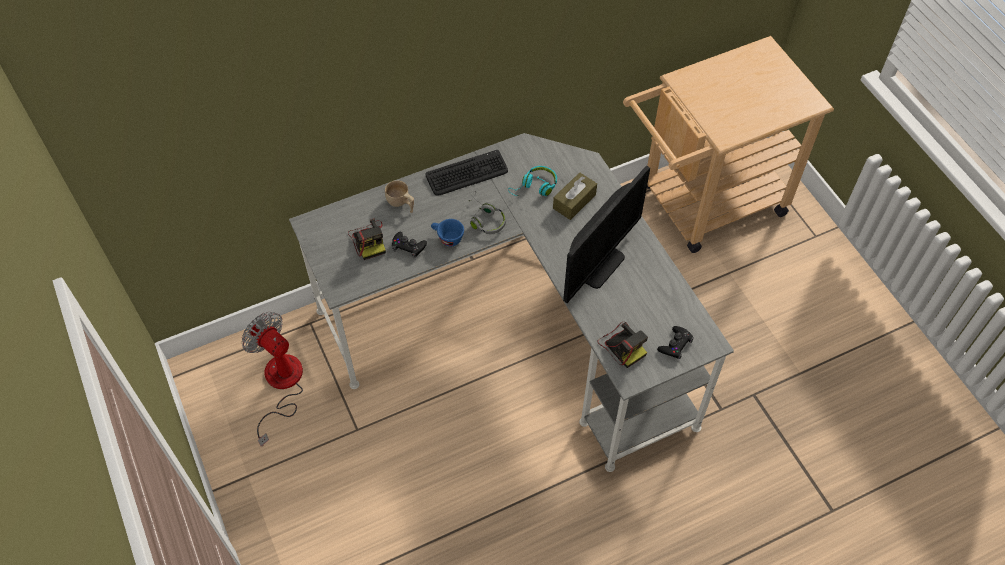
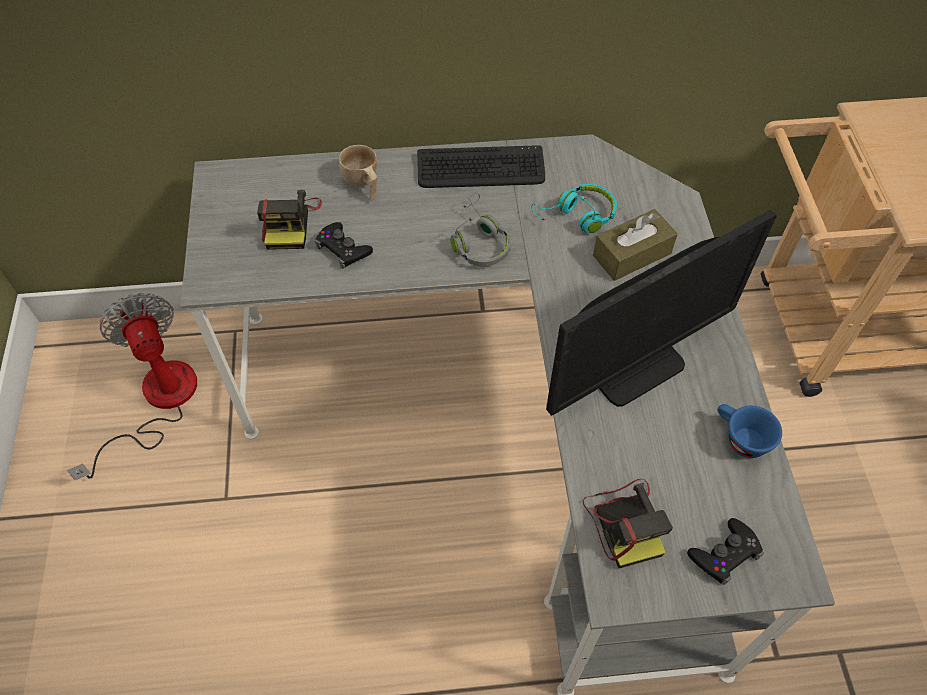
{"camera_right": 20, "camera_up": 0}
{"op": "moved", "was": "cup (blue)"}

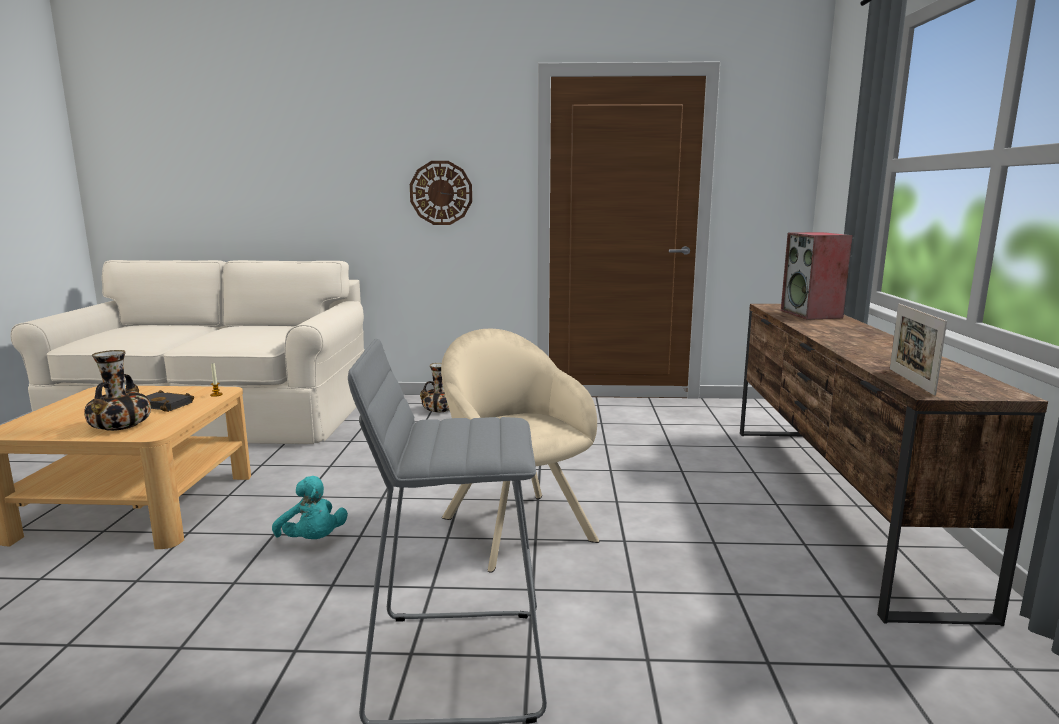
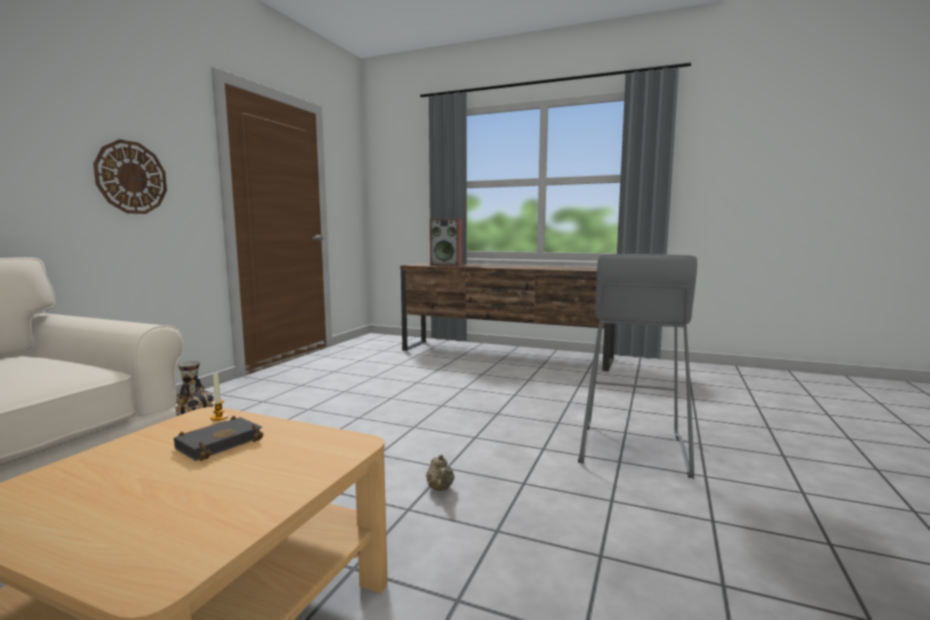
{"camera_right": -70, "camera_up": -5}
{"op": "removed", "was": "picture frame"}
{"op": "removed", "was": "armchair (beige)"}
{"op": "removed", "was": "vase (1st from left)"}
{"op": "replaced", "was": "plush toy (turquoise)", "now": "teapot (beige)"}

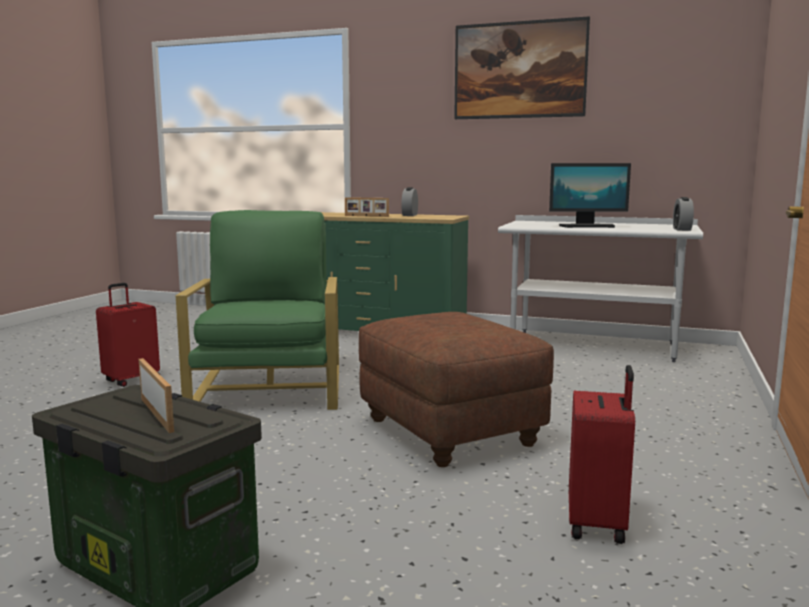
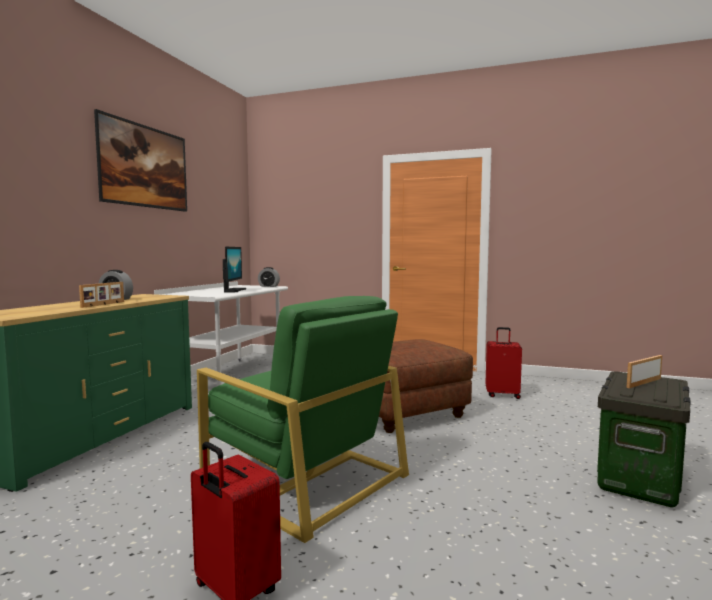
{"camera_right": -90, "camera_up": -5}
{"op": "turned", "was": "armchair (green)", "clockwise": -135}

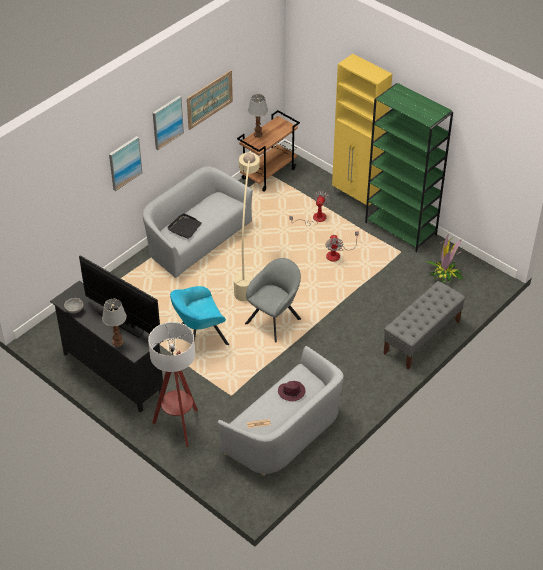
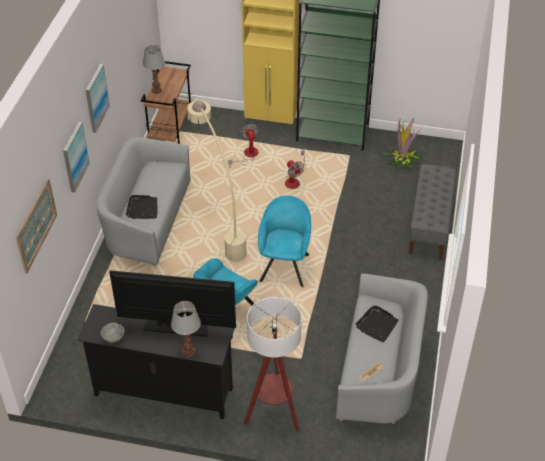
{"camera_right": -30, "camera_up": 0}
{"op": "moved", "was": "picture (3rd from left in the first image)", "now": "picture (1st from left)"}
{"op": "recoloured", "was": "armchair (grey)", "now": "armchair (turquoise) (2nd from left)"}
{"op": "replaced", "was": "hat (purple)", "now": "tray (black) (2nd from left)"}

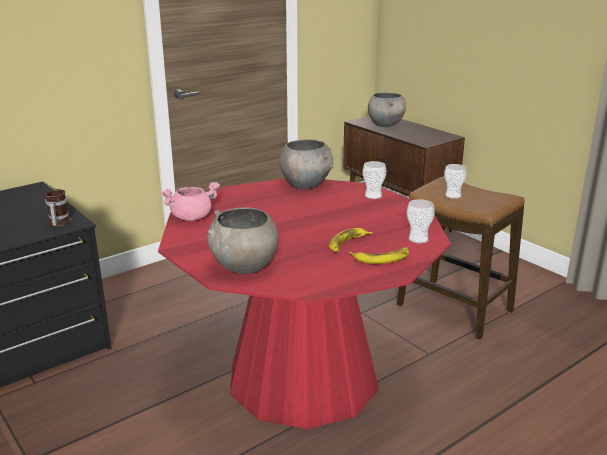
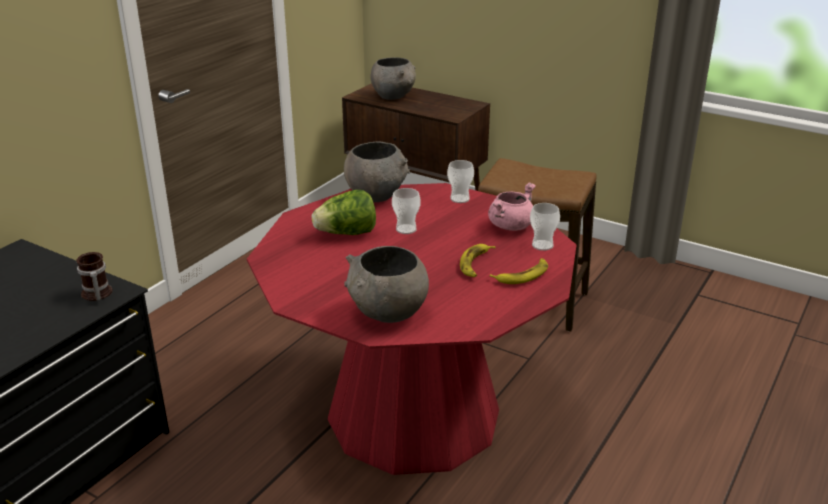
{"camera_right": -20, "camera_up": 5}
{"op": "moved", "was": "cup (3rd from left in the first image)", "now": "cup (1st from left)"}
{"op": "moved", "was": "cooking pot (pink)"}
{"op": "added", "now": "lettuce"}

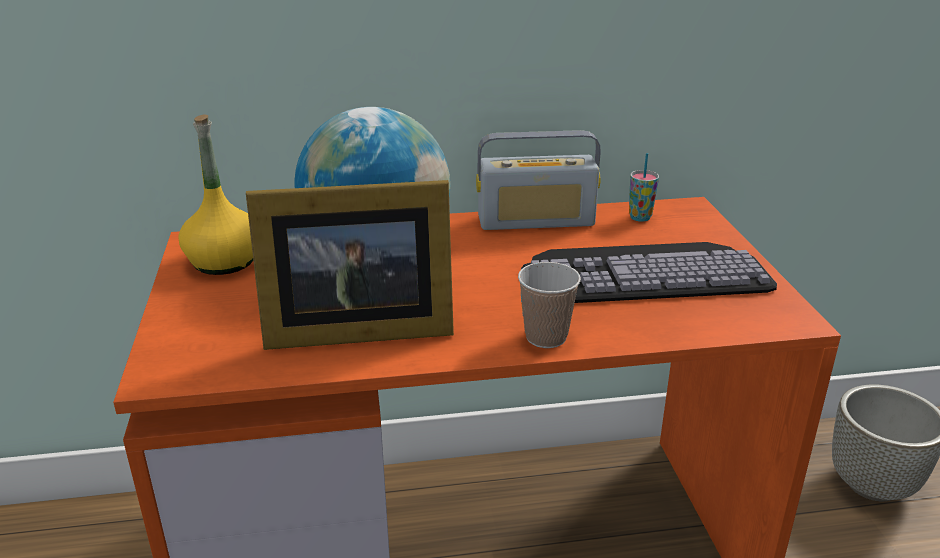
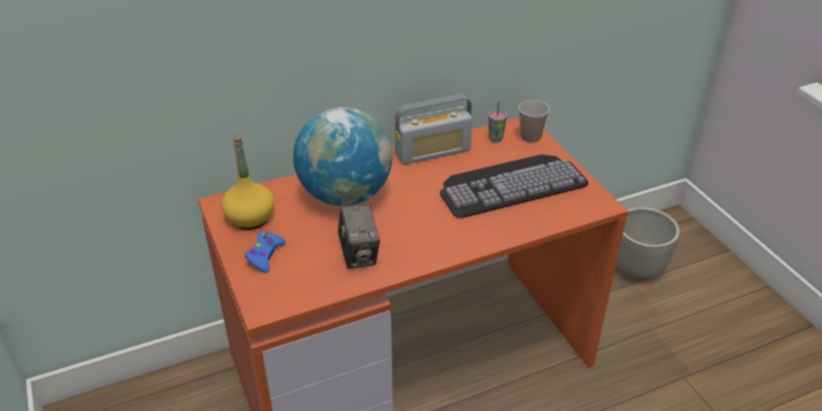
{"camera_right": -15, "camera_up": 10}
{"op": "replaced", "was": "picture frame", "now": "photo camera"}
{"op": "moved", "was": "cup (1st from left in the first image)", "now": "cup (2nd from left)"}
{"op": "added", "now": "game controller (blue)"}

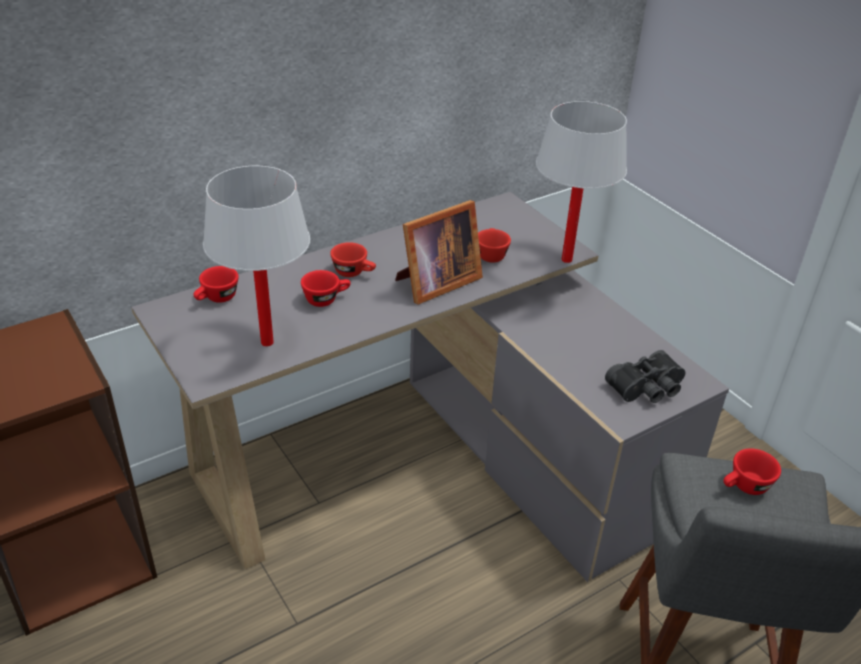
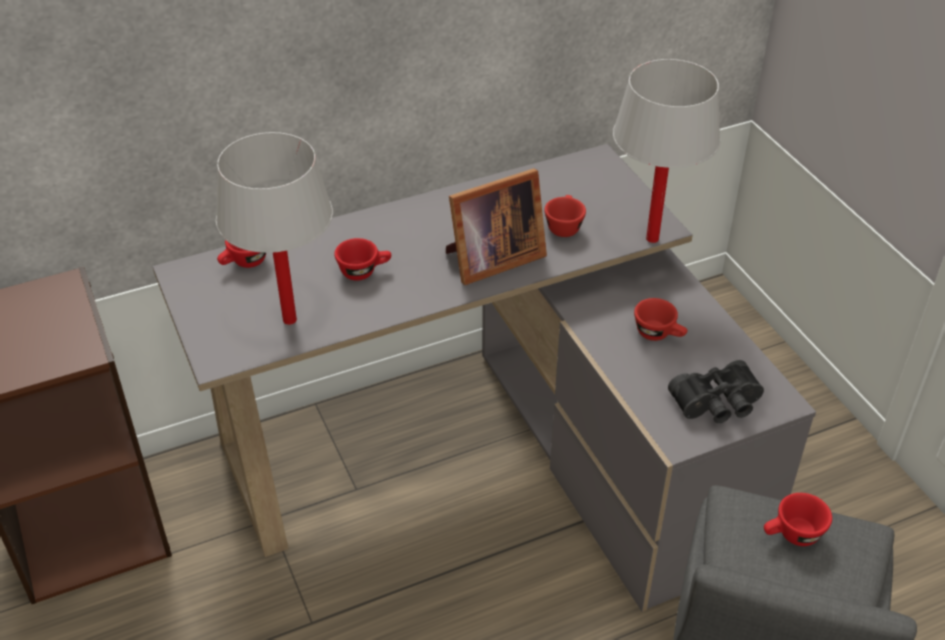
{"camera_right": 10, "camera_up": 5}
{"op": "moved", "was": "cup (red) (3rd from left in the first image)", "now": "cup (red) (4th from left)"}

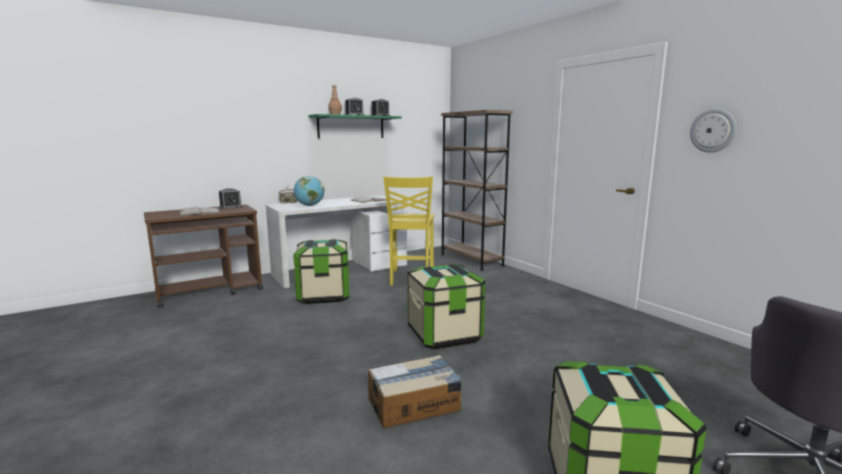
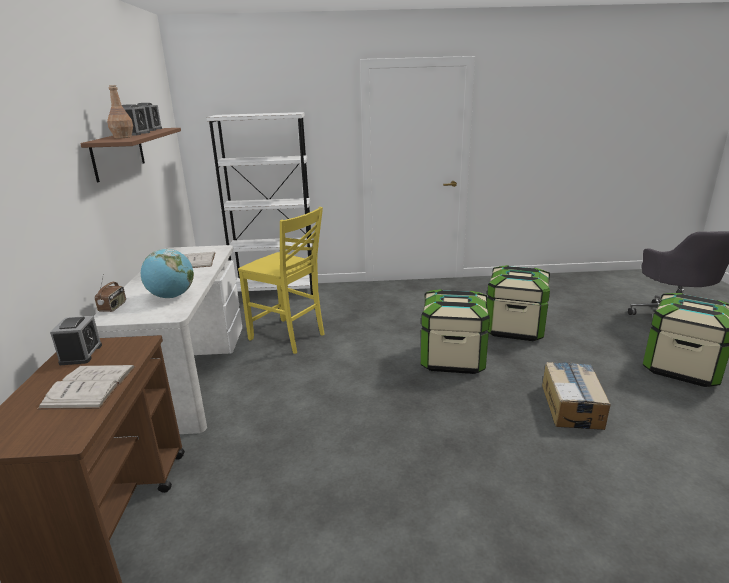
{"camera_right": -60, "camera_up": 10}
{"op": "removed", "was": "wall clock"}
{"op": "recoloured", "was": "bookcase (brown)", "now": "bookcase (white)"}
{"op": "recoloured", "was": "shelf (green)", "now": "shelf (brown)"}
{"op": "moved", "was": "storage box (1st from left in the first image)", "now": "storage box (2nd from left)"}

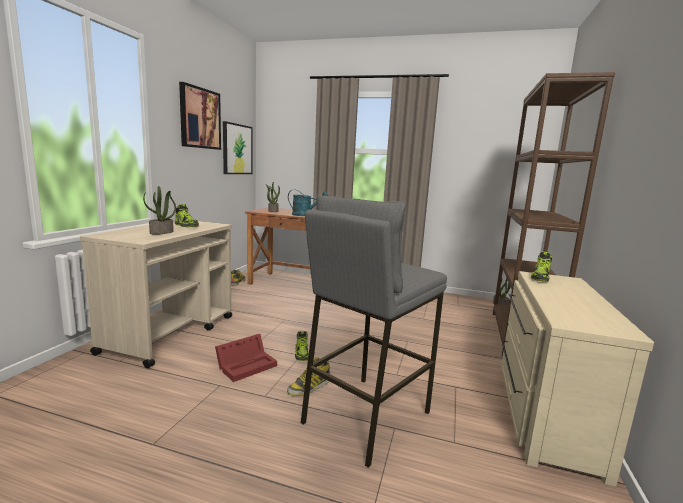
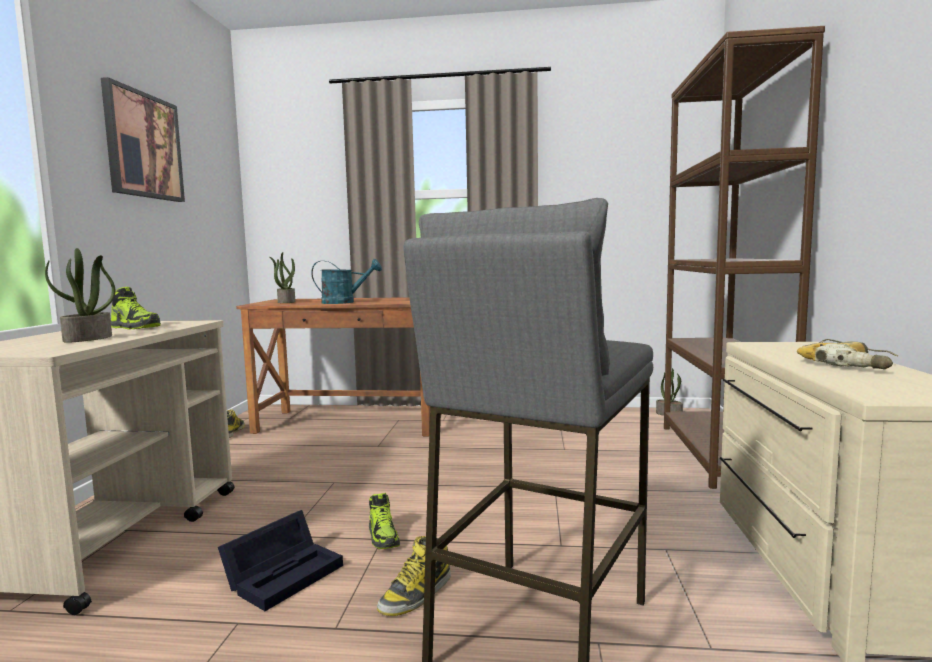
{"camera_right": -10, "camera_up": -5}
{"op": "removed", "was": "picture (2nd from left)"}
{"op": "removed", "was": "shoe (3rd from left)"}
{"op": "recoloured", "was": "storage box (red)", "now": "storage box (black)"}
{"op": "added", "now": "power drill"}

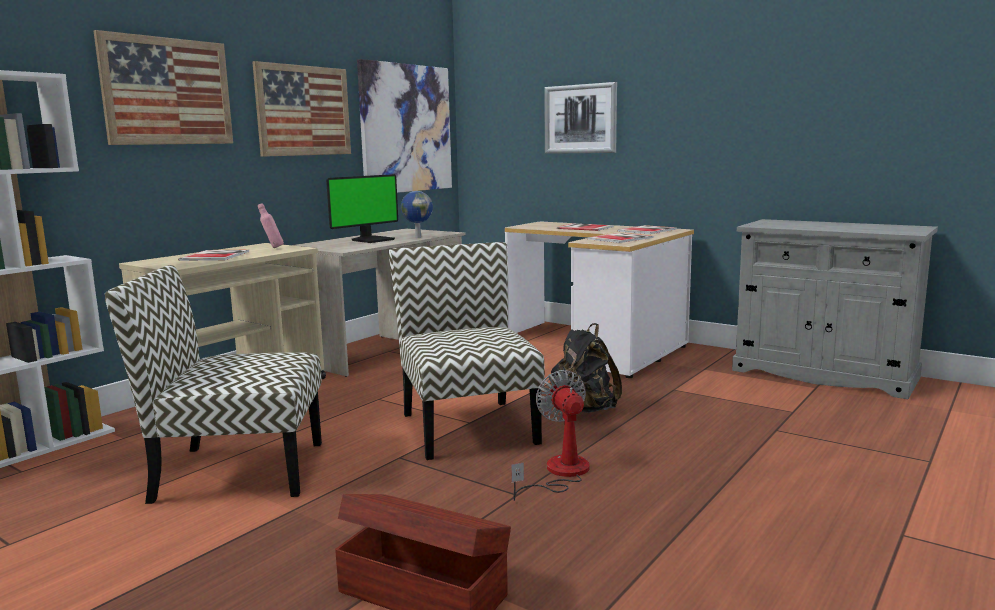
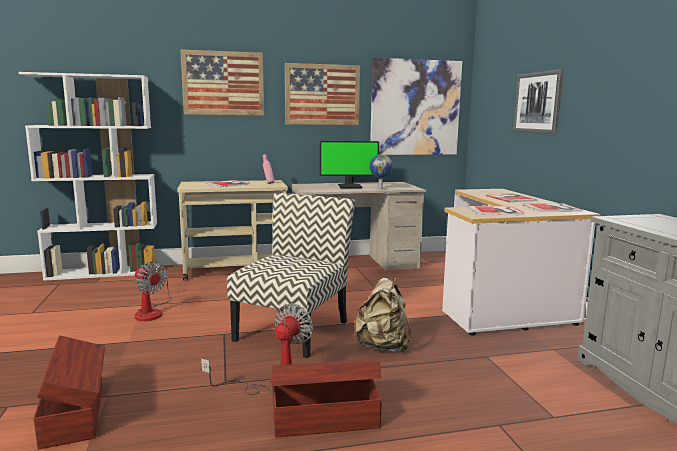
{"camera_right": 40, "camera_up": 0}
{"op": "replaced", "was": "chair (1st from left)", "now": "fan (1st from left)"}
{"op": "recoloured", "was": "backpack (black)", "now": "backpack (beige)"}
{"op": "added", "now": "storage box (brown) (2nd from left)"}

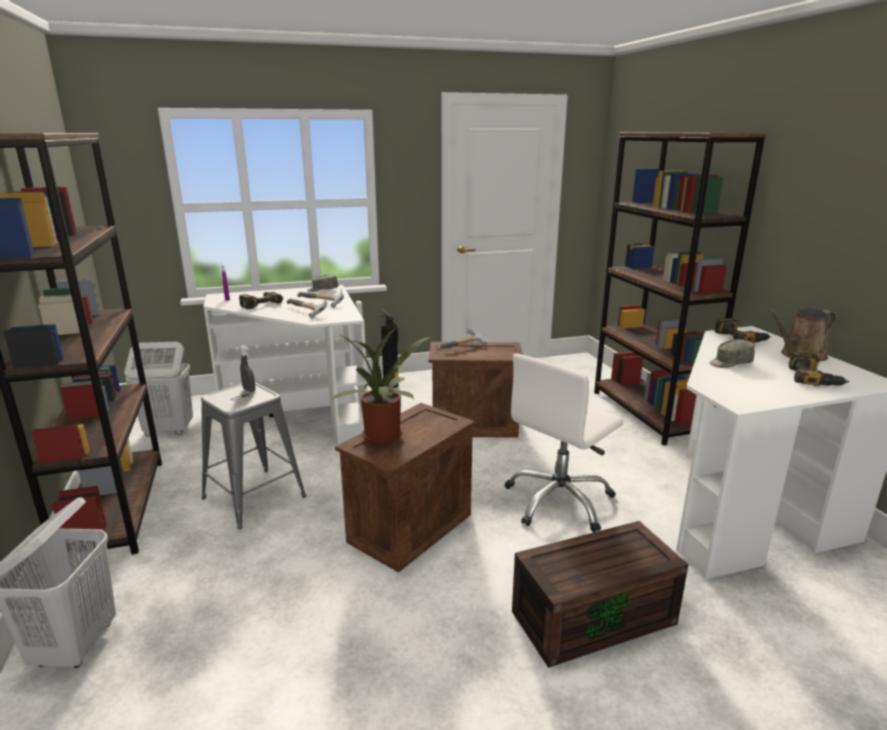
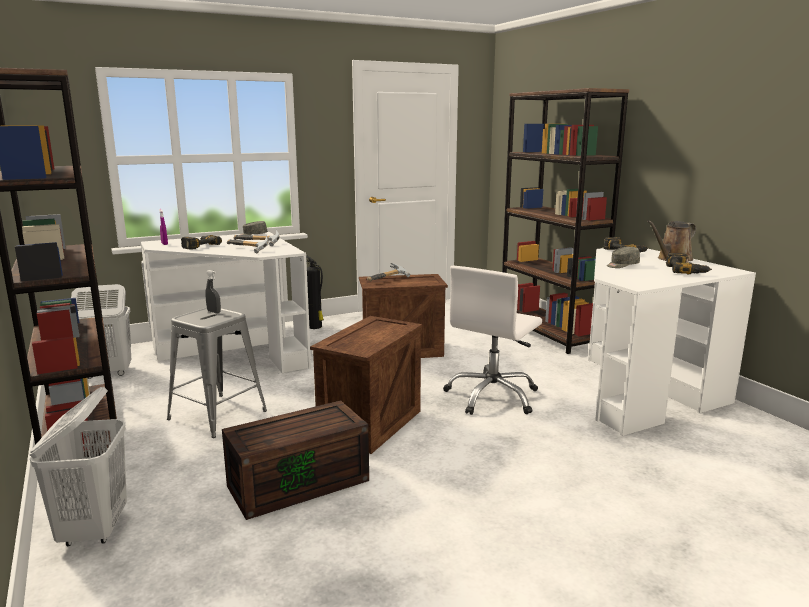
{"camera_right": -10, "camera_up": -5}
{"op": "removed", "was": "potted plant"}
{"op": "moved", "was": "storage box (brown)"}

